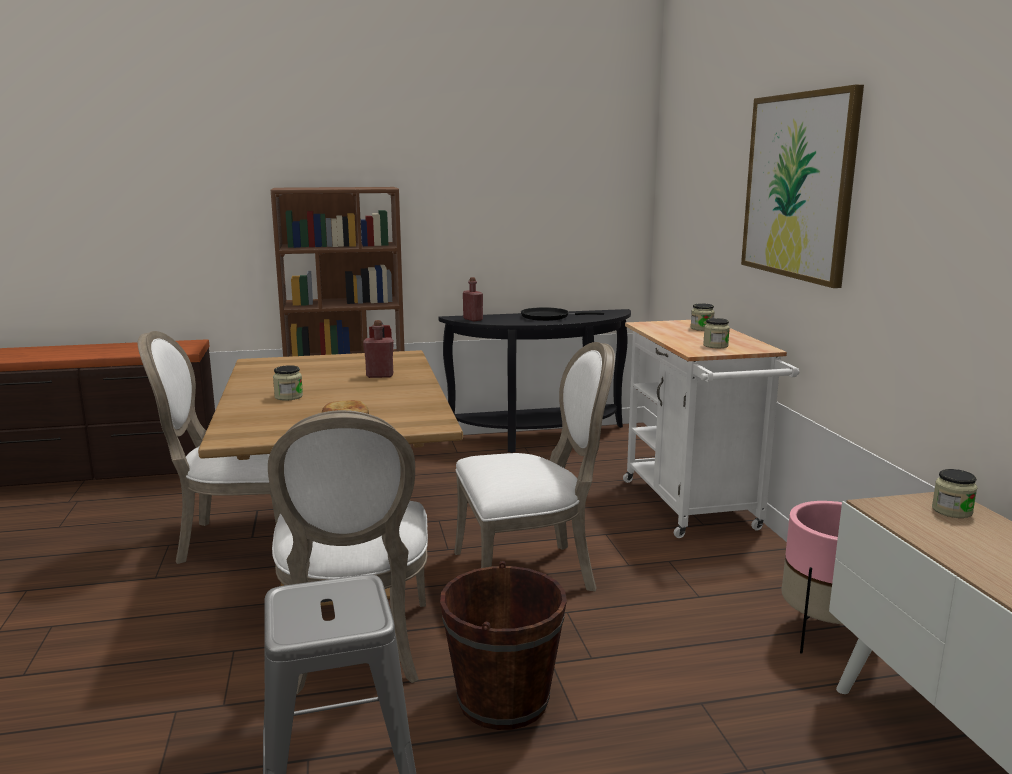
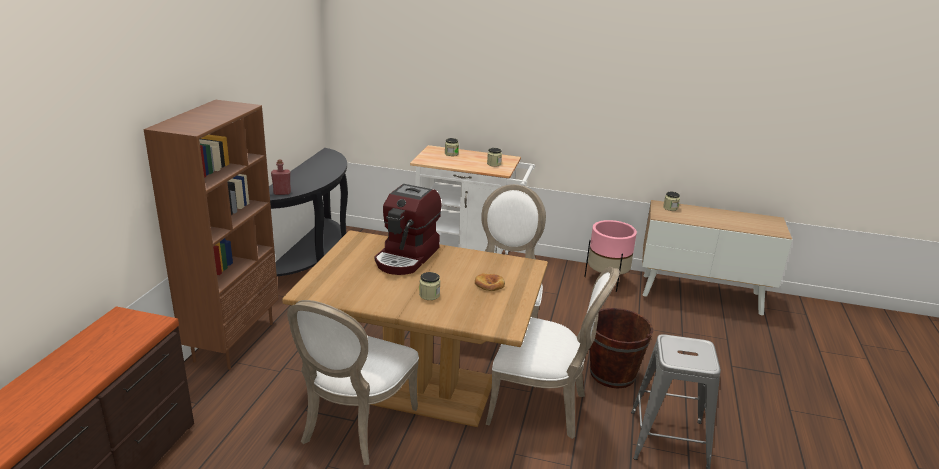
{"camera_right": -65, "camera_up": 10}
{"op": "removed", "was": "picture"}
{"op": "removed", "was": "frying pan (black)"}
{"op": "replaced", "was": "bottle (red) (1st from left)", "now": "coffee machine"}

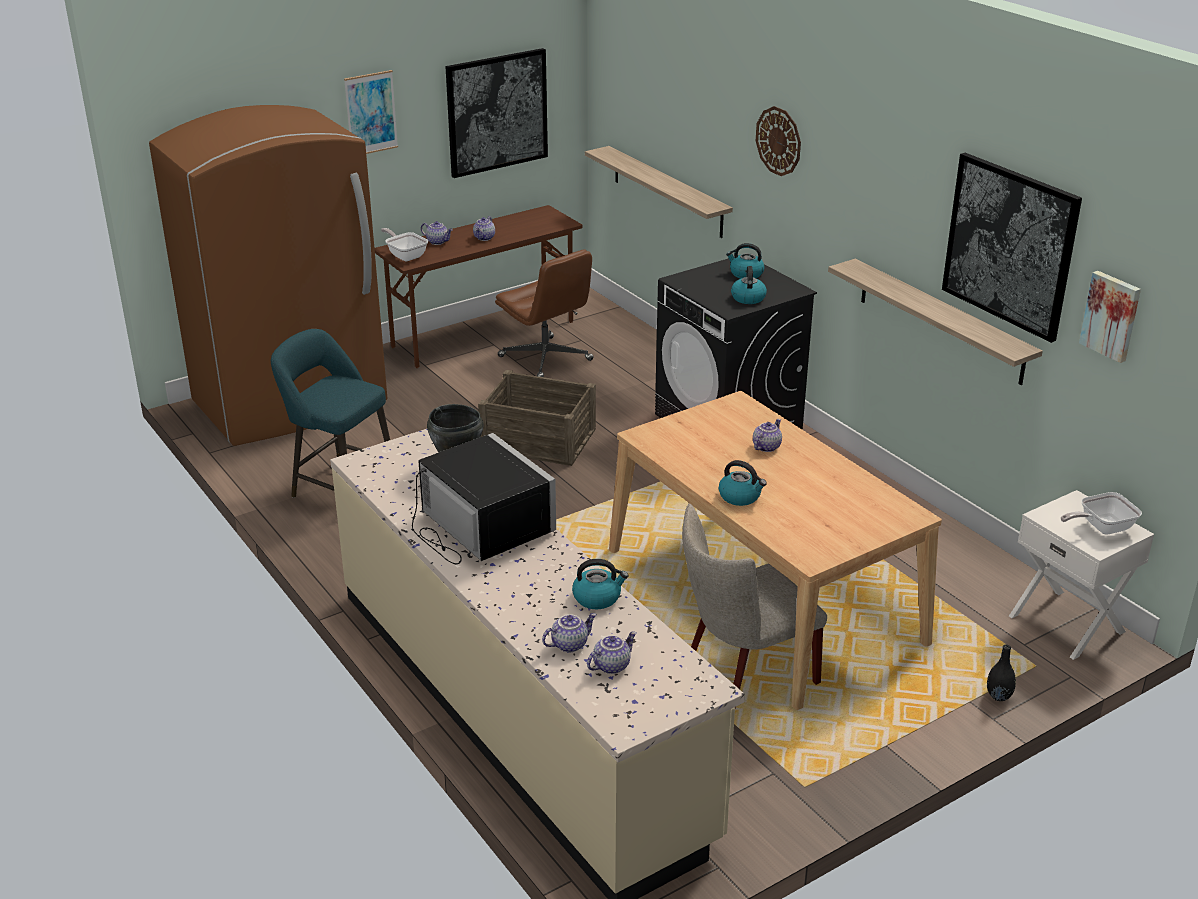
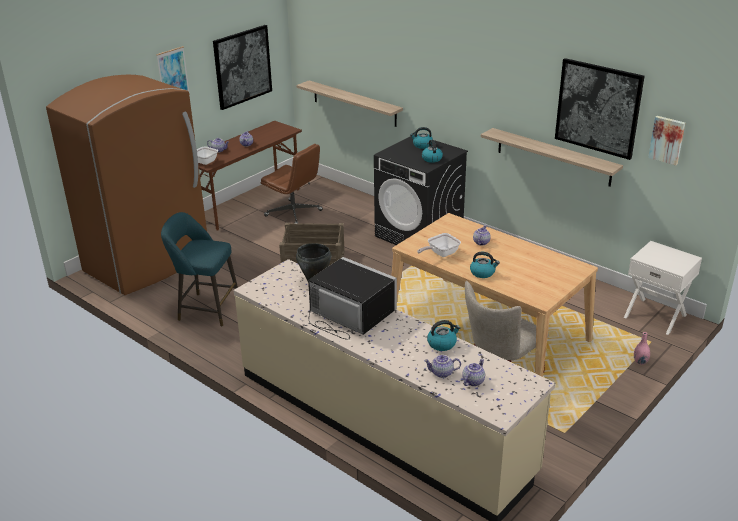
{"camera_right": -15, "camera_up": 0}
{"op": "removed", "was": "wall clock"}
{"op": "moved", "was": "frying pan (2nd from left)"}
{"op": "turned", "was": "teapot (3rd from left)", "clockwise": -135}
{"op": "recoloured", "was": "vase (black)", "now": "vase (pink)"}

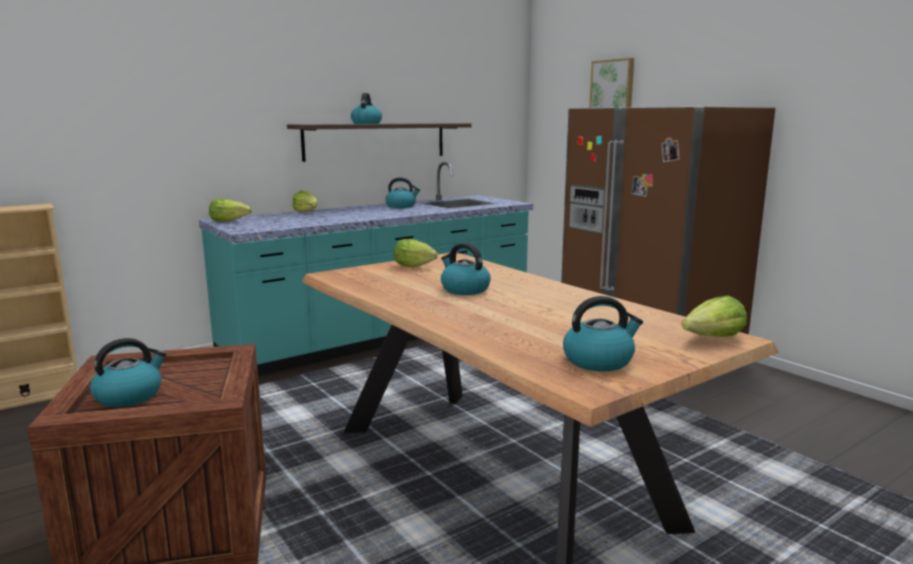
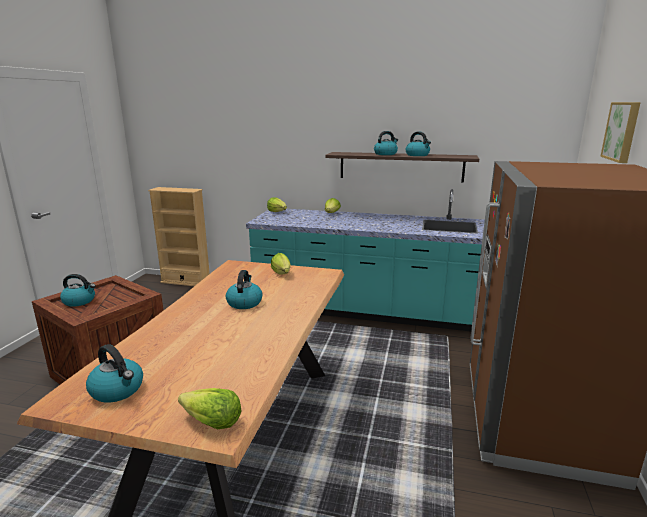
{"camera_right": 50, "camera_up": 5}
{"op": "moved", "was": "kettle (3rd from left in the first image)", "now": "kettle (5th from left)"}

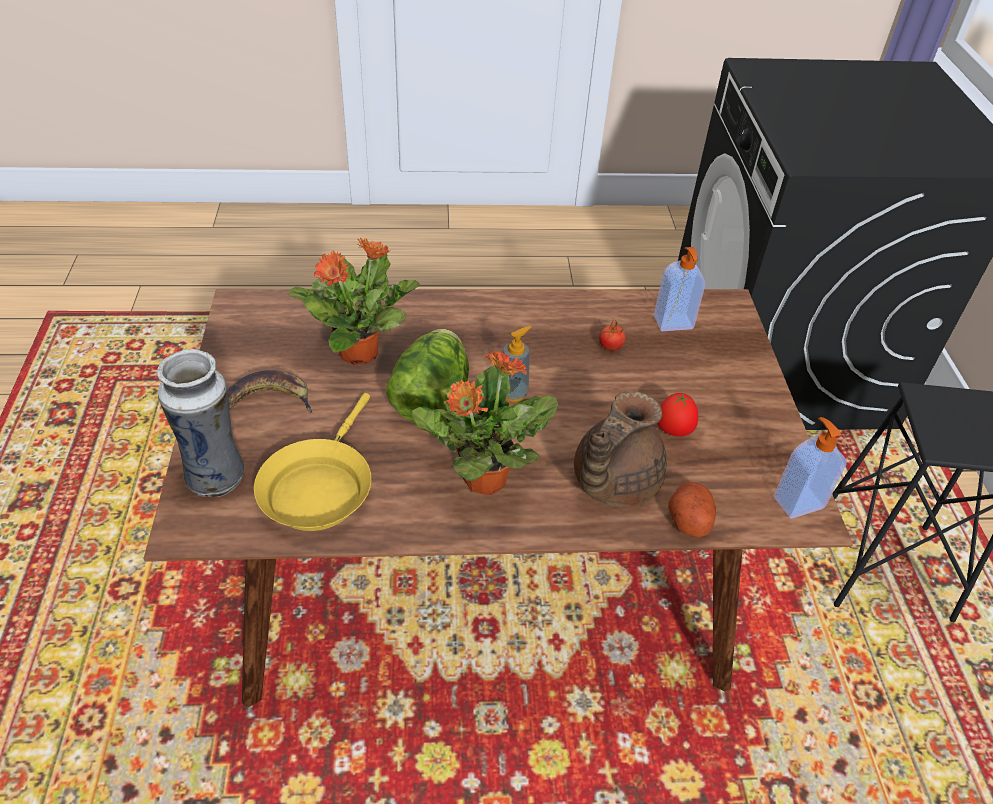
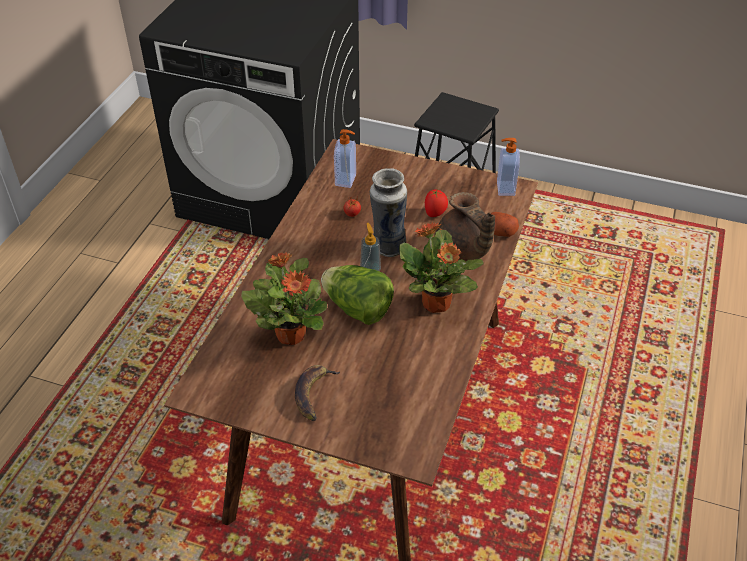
{"camera_right": -65, "camera_up": 0}
{"op": "moved", "was": "vase"}
{"op": "removed", "was": "frying pan (yellow)"}

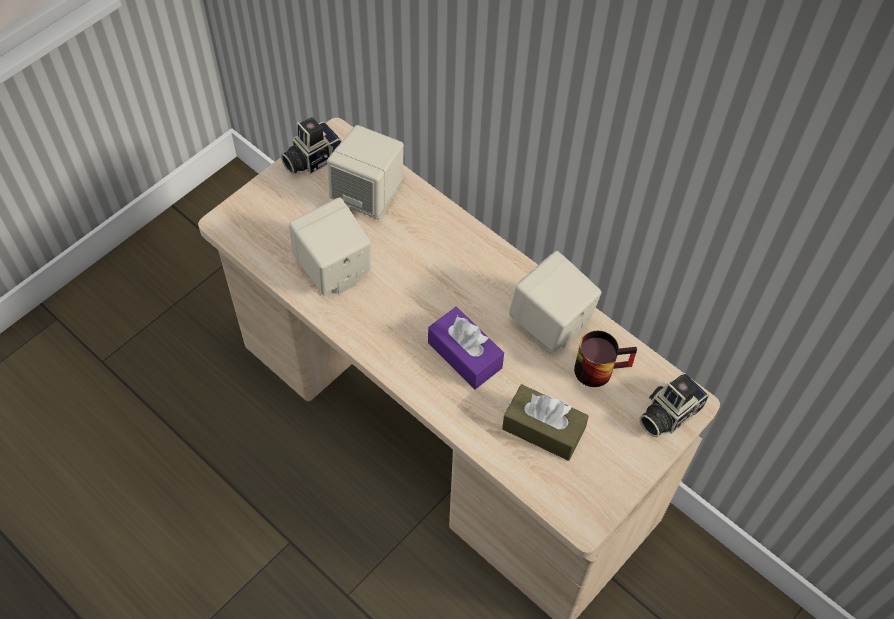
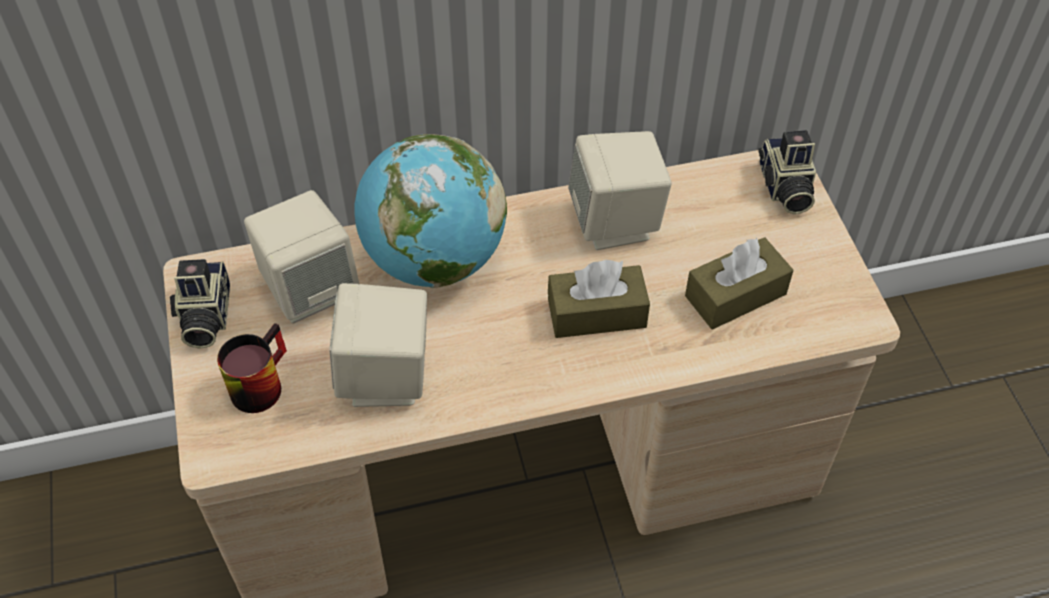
{"camera_right": -55, "camera_up": -5}
{"op": "recoloured", "was": "tissue box (purple)", "now": "tissue box (brown) (1st from left)"}
{"op": "moved", "was": "mug"}
{"op": "added", "now": "globe"}

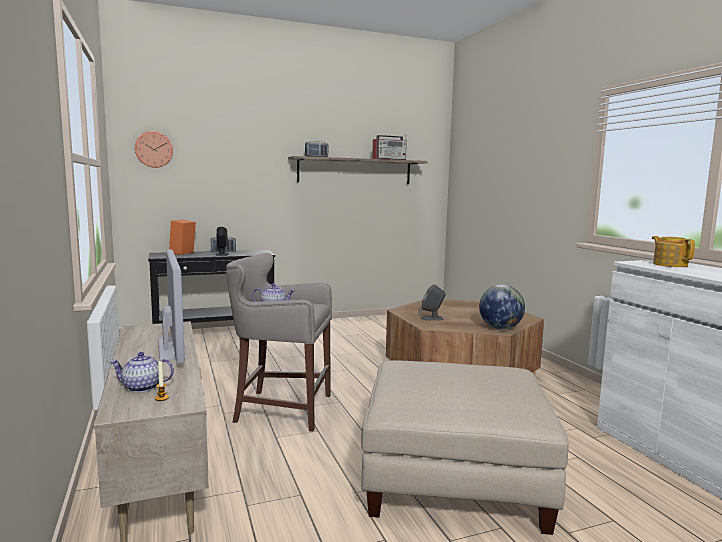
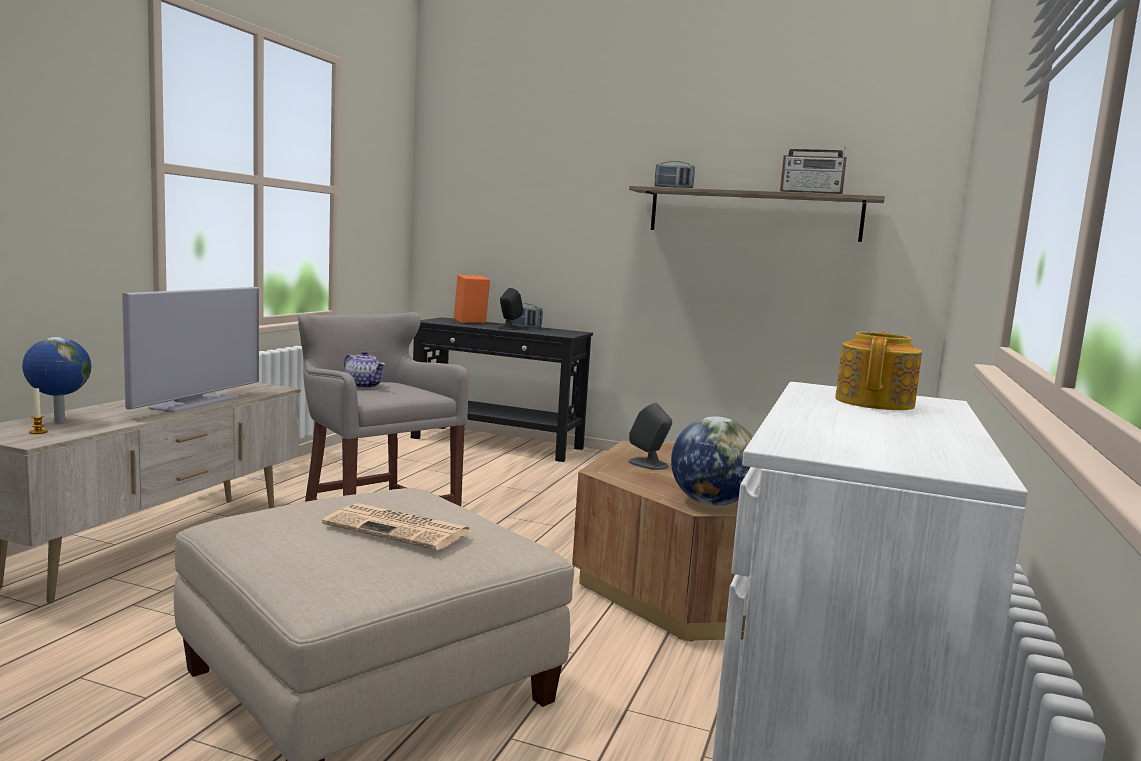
{"camera_right": 40, "camera_up": 0}
{"op": "removed", "was": "wall clock"}
{"op": "replaced", "was": "teapot (1st from left)", "now": "globe (1st from left)"}
{"op": "added", "now": "newspaper"}

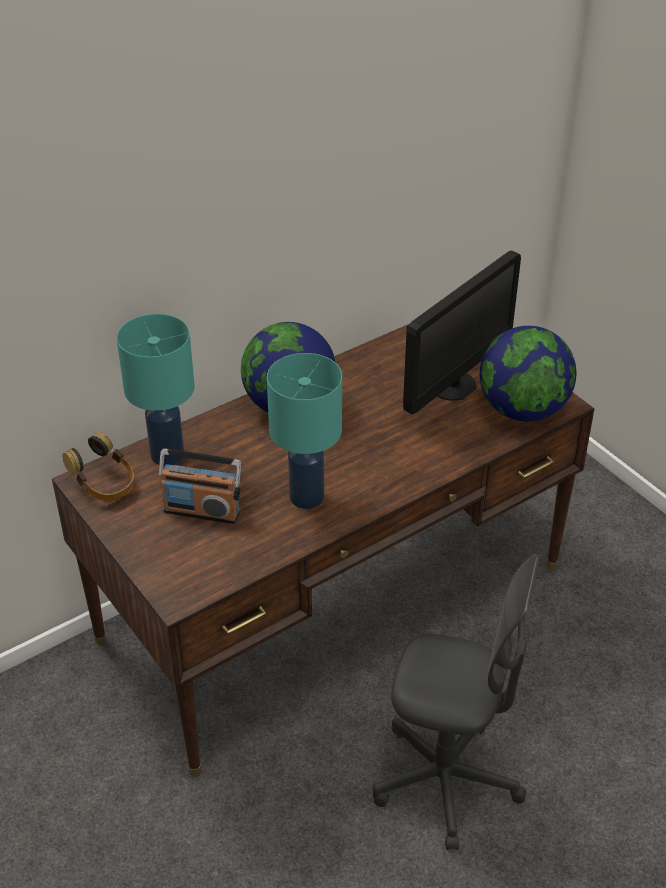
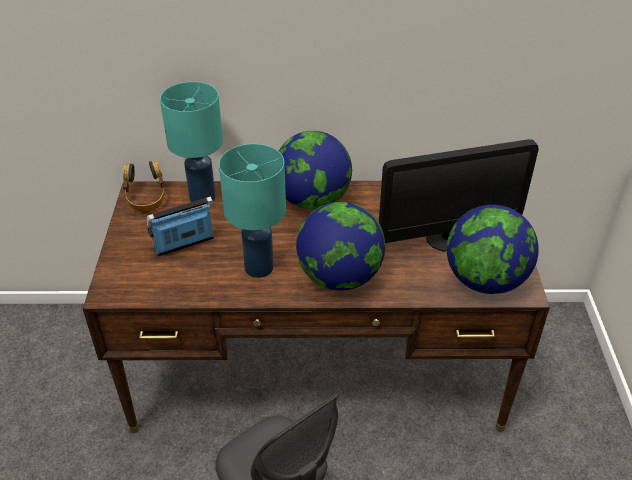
{"camera_right": 35, "camera_up": 0}
{"op": "turned", "was": "radio", "clockwise": 105}
{"op": "added", "now": "globe (2nd from left)"}

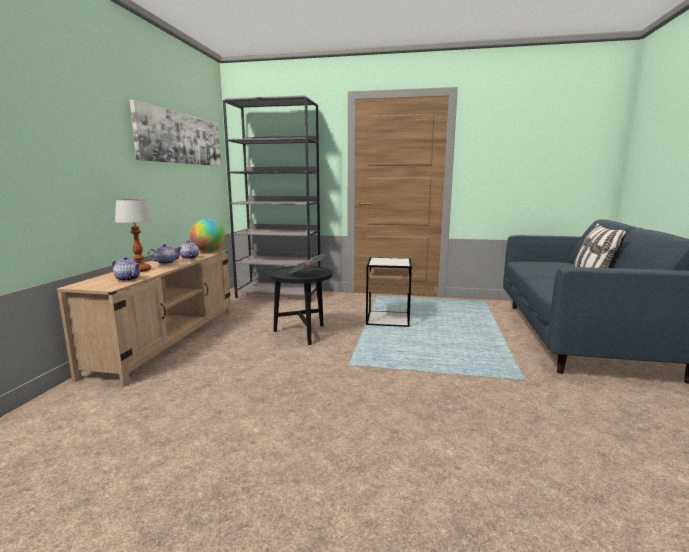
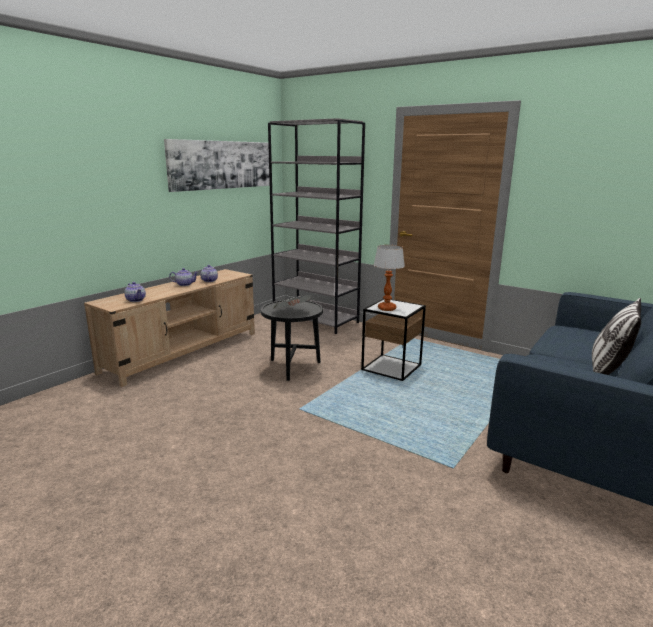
{"camera_right": 25, "camera_up": 5}
{"op": "moved", "was": "table lamp"}
{"op": "removed", "was": "globe"}

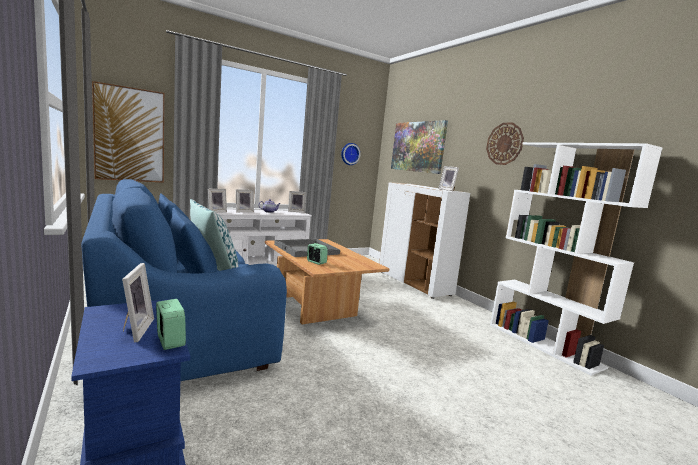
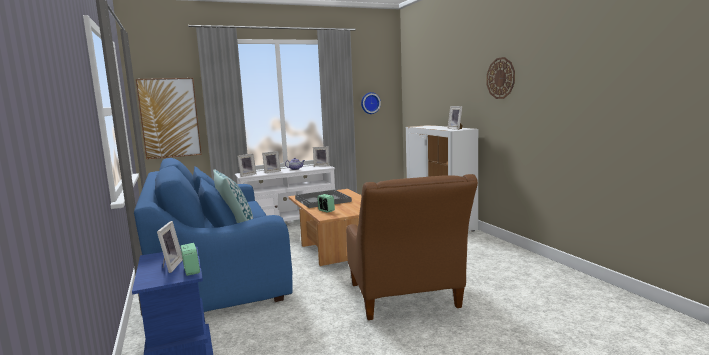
{"camera_right": 10, "camera_up": 0}
{"op": "removed", "was": "picture (2nd from left)"}
{"op": "removed", "was": "bookcase (white)"}
{"op": "added", "now": "armchair (brown)"}

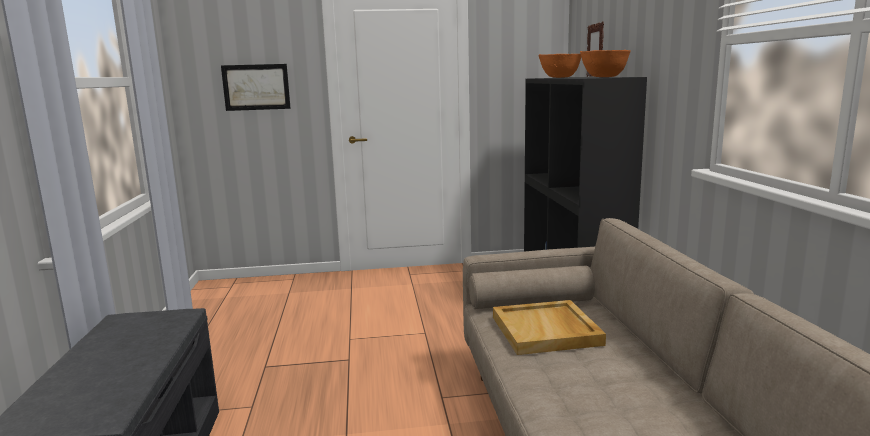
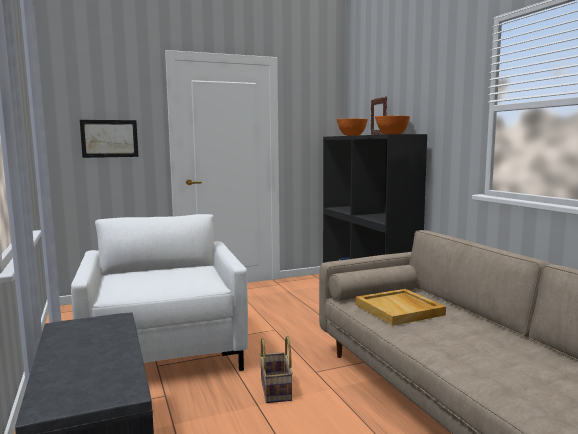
{"camera_right": -15, "camera_up": -5}
{"op": "added", "now": "armchair (white)"}
{"op": "added", "now": "basket"}

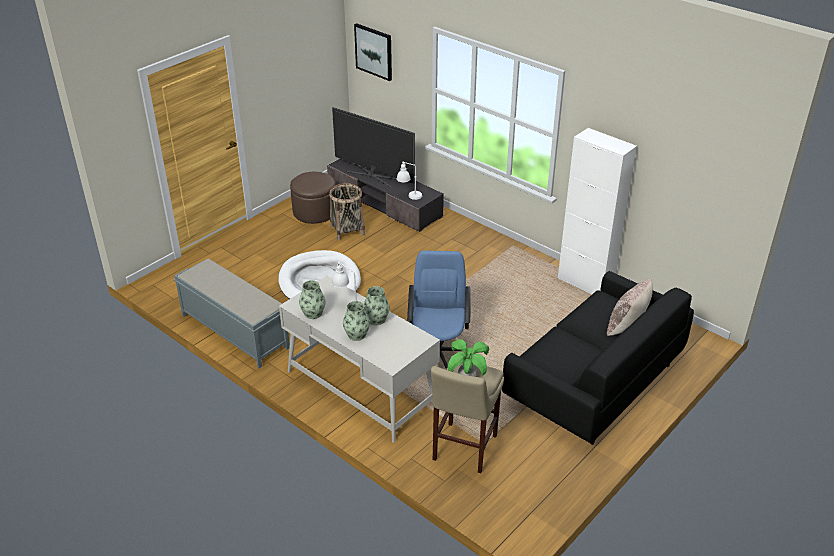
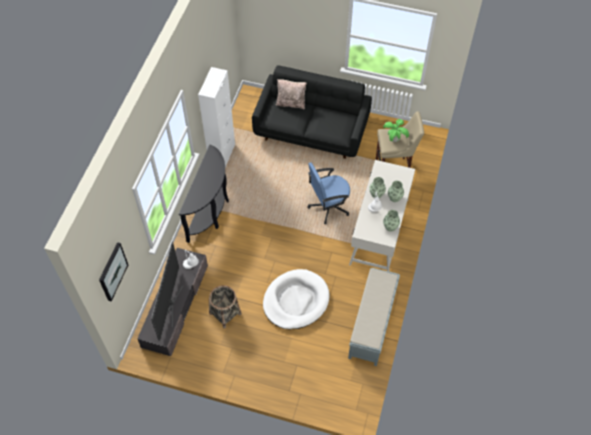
{"camera_right": -115, "camera_up": 20}
{"op": "removed", "was": "ottoman (brown)"}
{"op": "added", "now": "console table (black)"}

